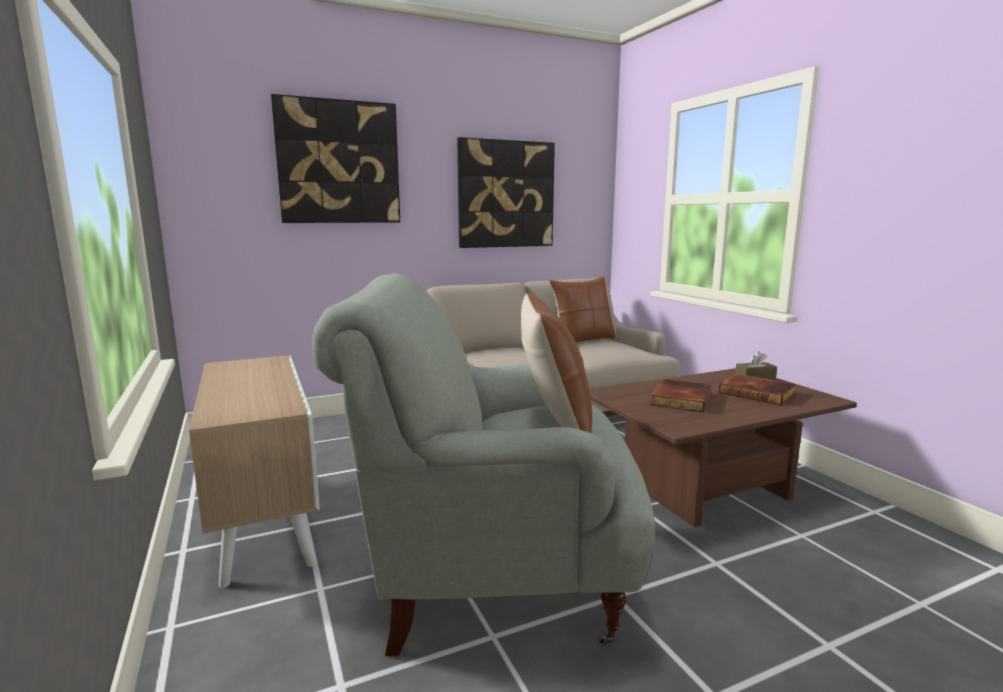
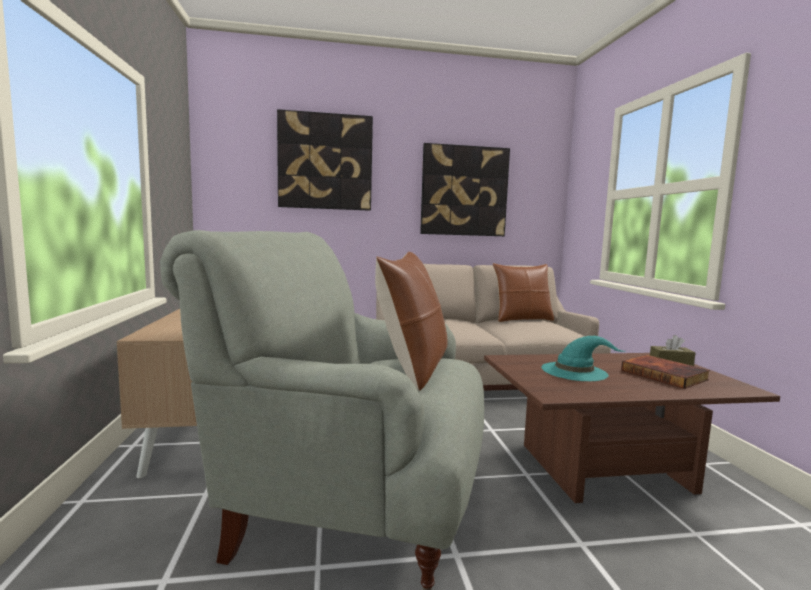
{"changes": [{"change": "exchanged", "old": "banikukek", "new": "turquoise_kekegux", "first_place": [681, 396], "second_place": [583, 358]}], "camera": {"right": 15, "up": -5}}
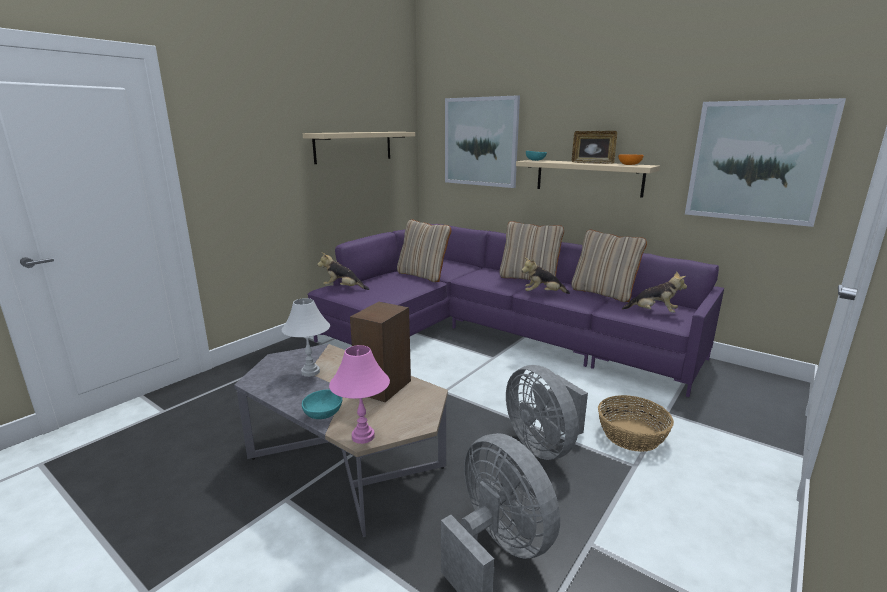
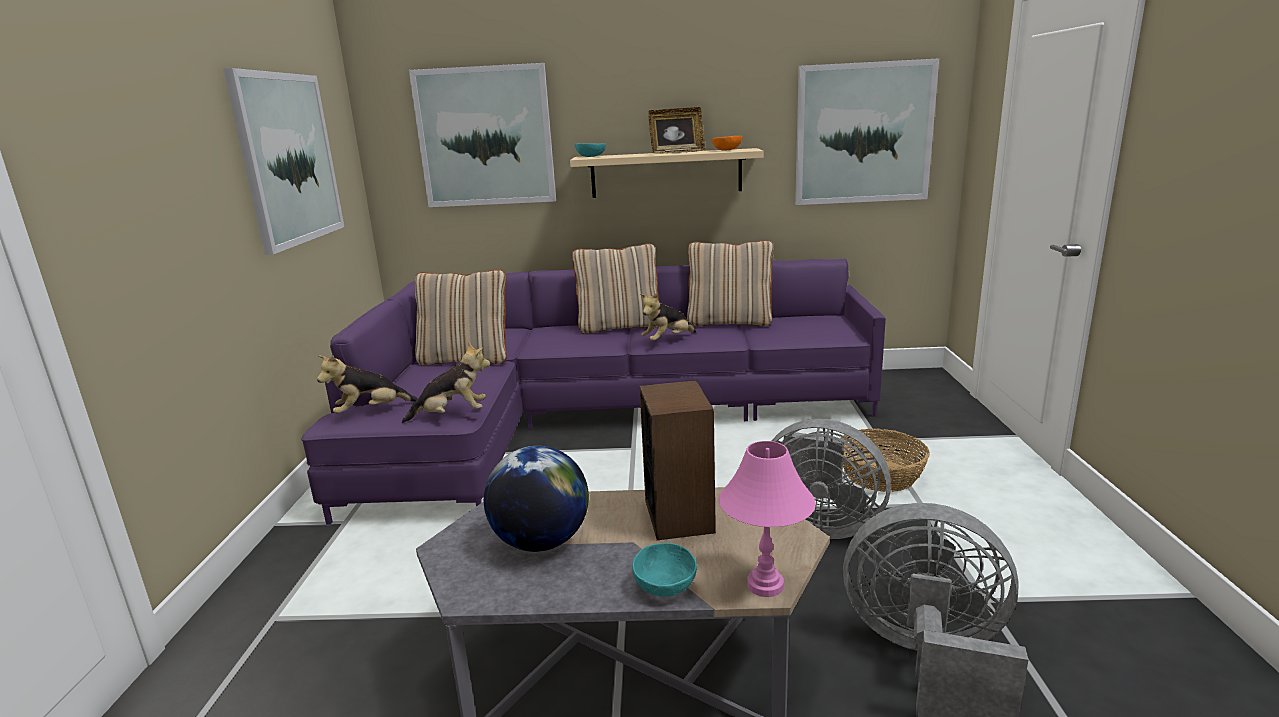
{"changes": [{"change": "relocated", "old": "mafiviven", "first_place": [654, 292], "second_place": [446, 382]}, {"change": "exchanged", "old": "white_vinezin", "new": "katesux", "first_place": [306, 337], "second_place": [536, 499]}, {"change": "exchanged", "old": "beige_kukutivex", "new": "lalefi", "first_place": [359, 148], "second_place": [283, 161]}], "camera": {"right": -35, "up": 0}}
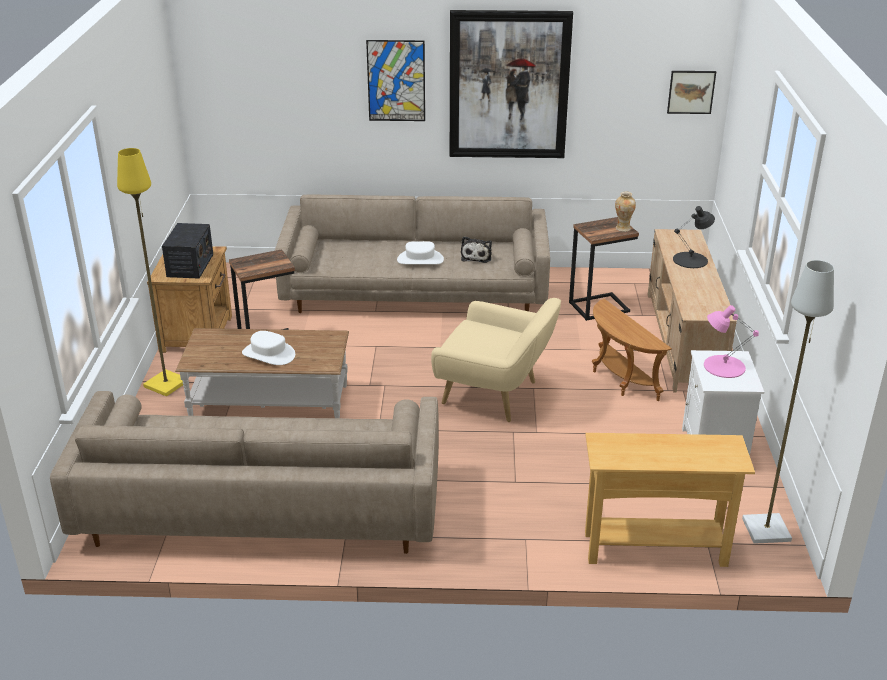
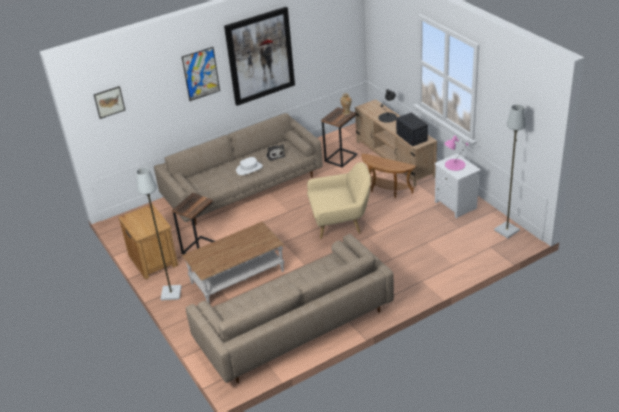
{"changes": [{"change": "missing", "old": "white_kekegux", "first_place": [268, 348]}, {"change": "missing", "old": "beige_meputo", "first_place": [670, 500]}, {"change": "relocated", "old": "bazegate", "first_place": [187, 251], "second_place": [412, 129]}, {"change": "relocated", "old": "lalefi", "first_place": [691, 92], "second_place": [109, 102]}, {"change": "colour", "old": "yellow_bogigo", "new": "grey_bogigo", "first_place": [153, 272], "second_place": [159, 234]}], "camera": {"right": -30, "up": 5}}
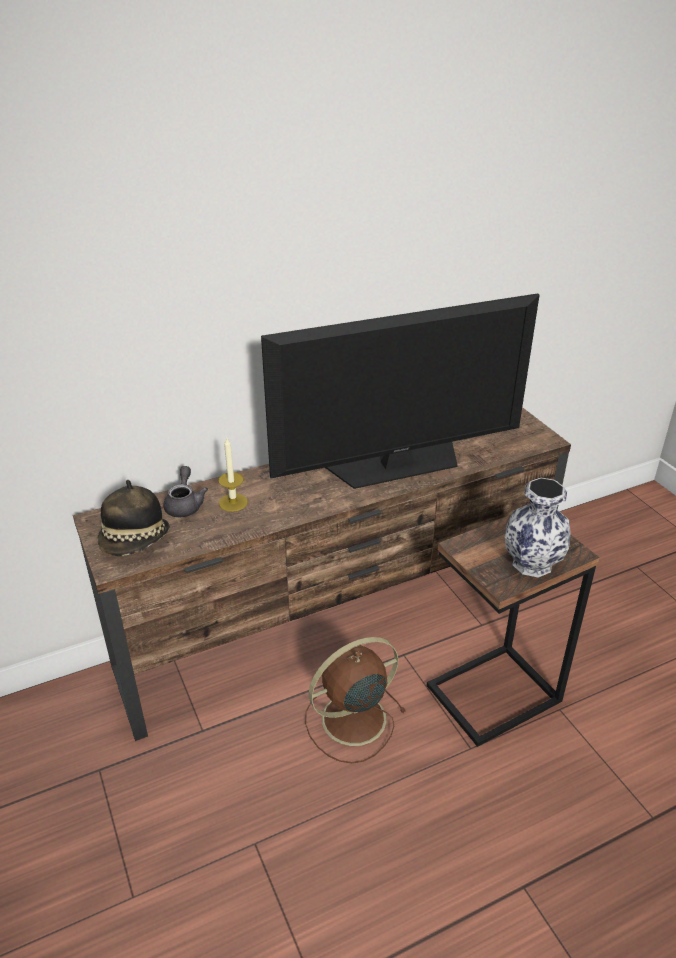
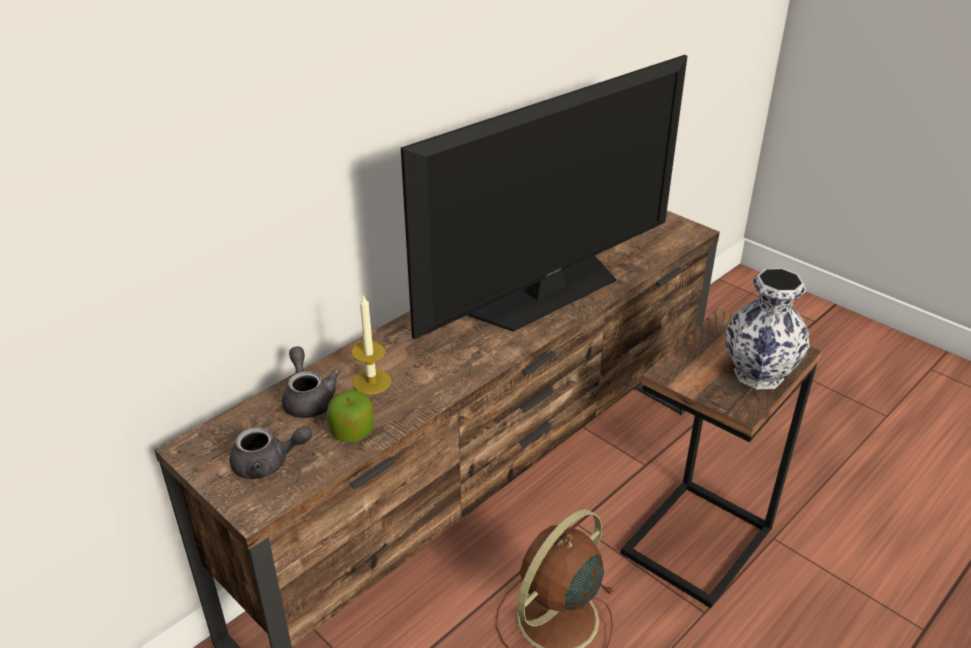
{"changes": [{"change": "appeared", "new": "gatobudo", "second_place": [350, 416]}, {"change": "exchanged", "old": "kekegux", "new": "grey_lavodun", "first_place": [133, 518], "second_place": [271, 452]}], "camera": {"right": -20, "up": 0}}
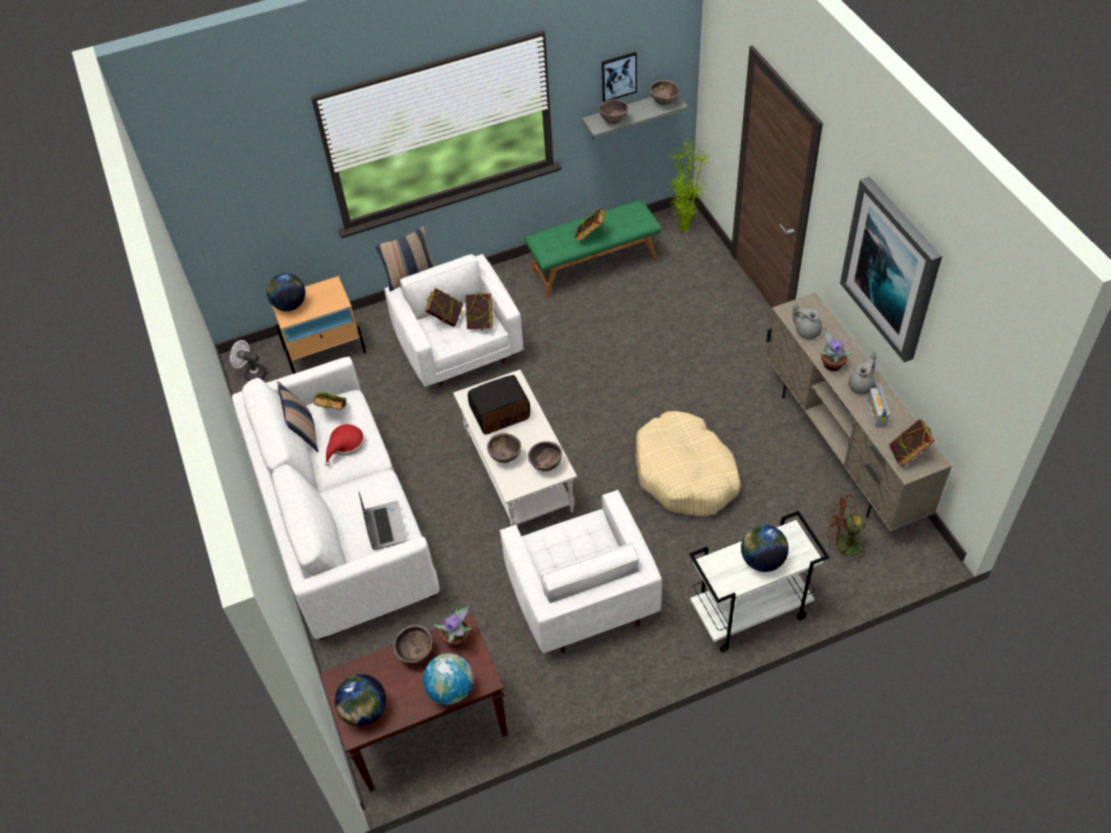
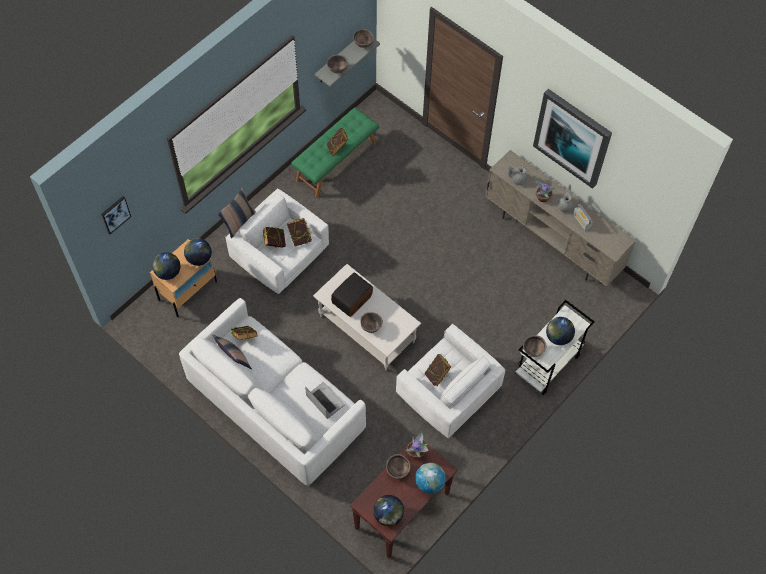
{"changes": [{"change": "missing", "old": "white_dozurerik", "first_place": [248, 360]}, {"change": "missing", "old": "red_kekegux", "first_place": [345, 445]}, {"change": "missing", "old": "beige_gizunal", "first_place": [688, 463]}, {"change": "missing", "old": "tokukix", "first_place": [689, 185]}, {"change": "missing", "old": "brown_dozurerik", "first_place": [848, 529]}, {"change": "appeared", "new": "katesux", "second_place": [198, 252]}, {"change": "relocated", "old": "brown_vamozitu", "first_place": [545, 456], "second_place": [534, 346]}, {"change": "relocated", "old": "lalefi", "first_place": [619, 77], "second_place": [116, 215]}, {"change": "relocated", "old": "banikukek", "first_place": [912, 442], "second_place": [437, 370]}], "camera": {"right": -30, "up": 10}}
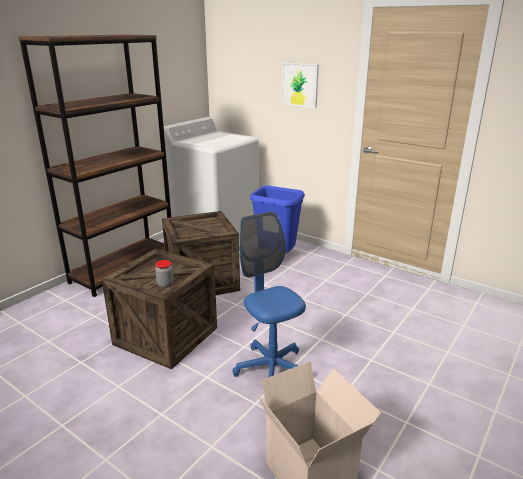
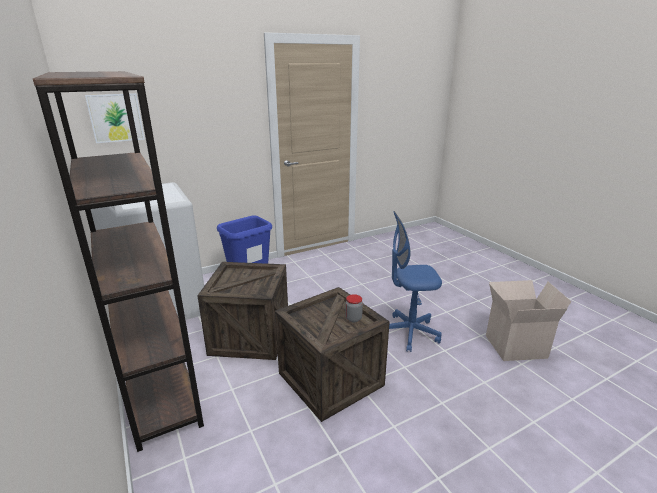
{"changes": [{"change": "relocated", "old": "lalefi", "first_place": [300, 85], "second_place": [115, 118]}], "camera": {"right": -65, "up": 0}}
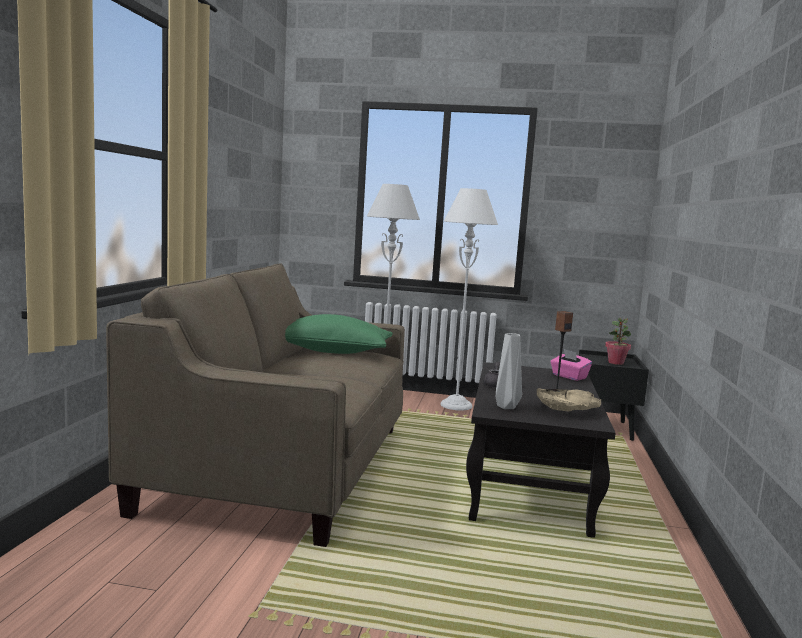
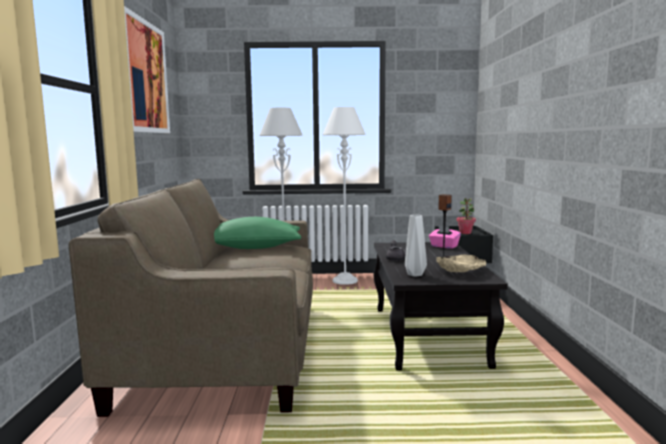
{"changes": [{"change": "appeared", "new": "lalefi", "second_place": [147, 69]}], "camera": {"right": -10, "up": 0}}
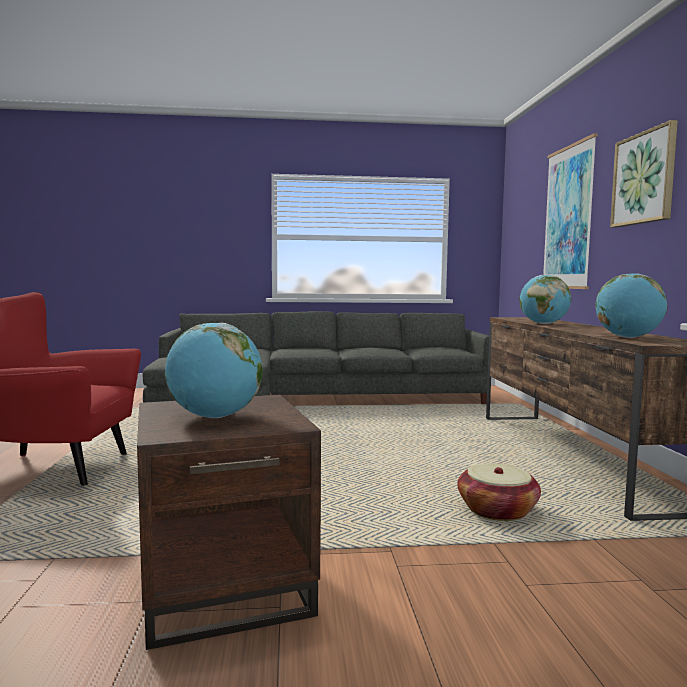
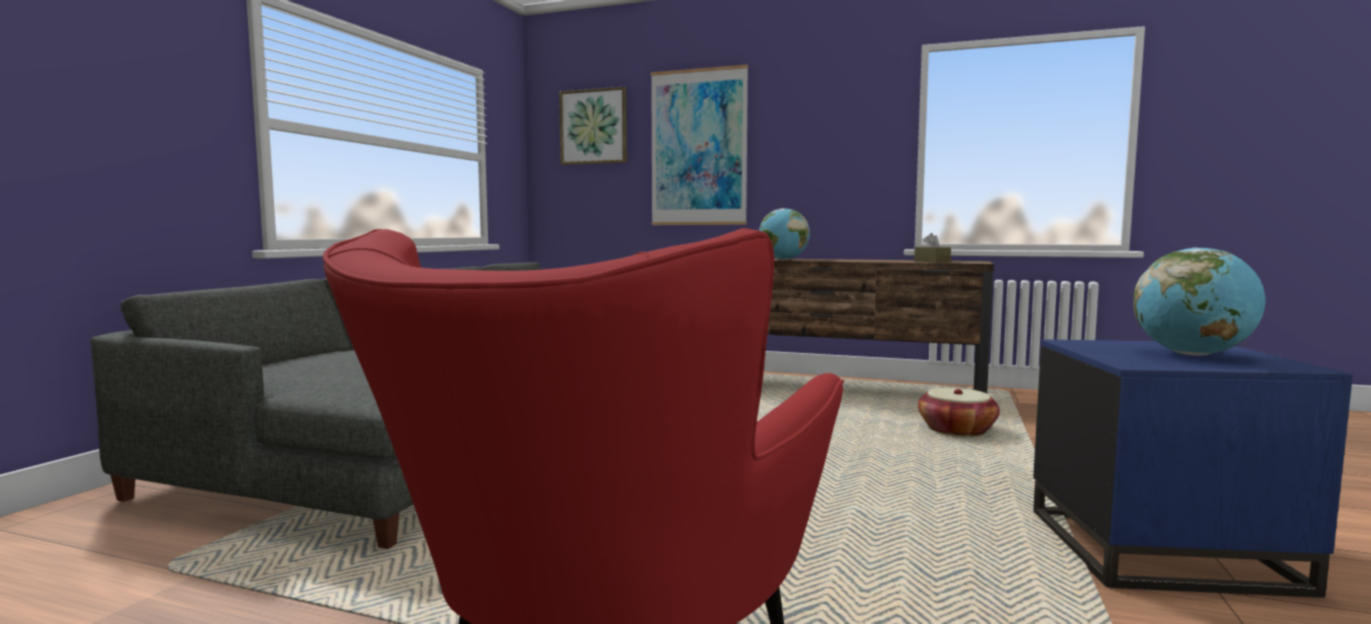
{"changes": [{"change": "relocated", "old": "lalefi", "first_place": [644, 174], "second_place": [593, 126]}, {"change": "exchanged", "old": "katesux", "new": "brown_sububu", "first_place": [631, 305], "second_place": [932, 248]}, {"change": "colour", "old": "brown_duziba", "new": "blue_duziba", "first_place": [229, 522], "second_place": [1193, 469]}], "camera": {"right": -65, "up": 0}}
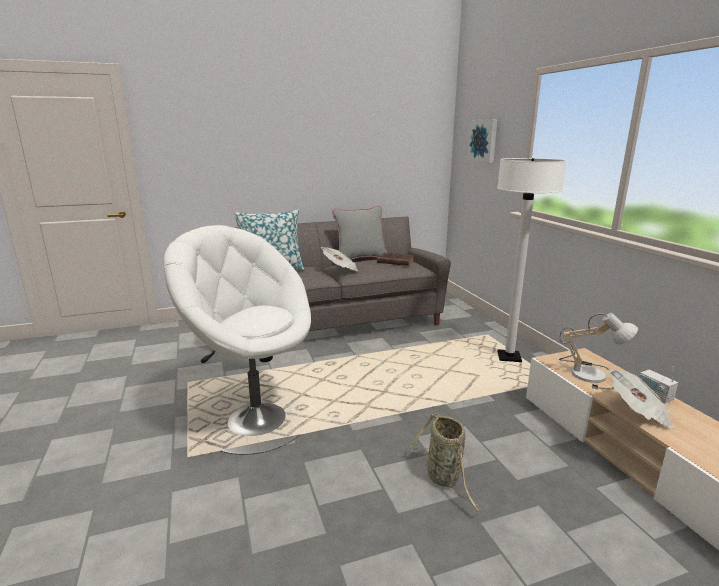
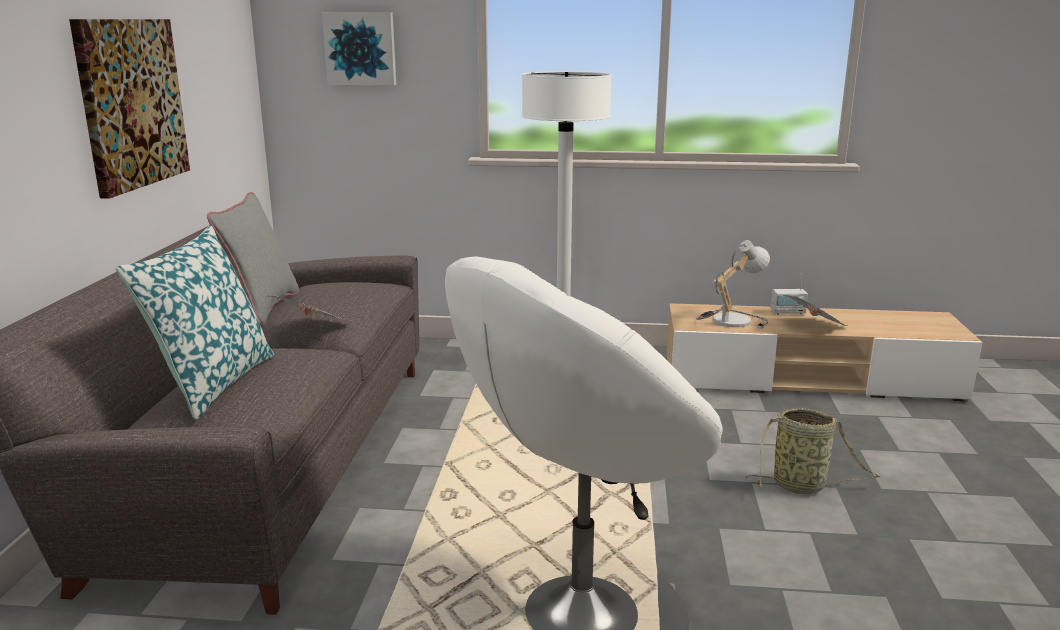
{"changes": [{"change": "missing", "old": "brown_banikukek", "first_place": [395, 259]}, {"change": "appeared", "new": "lalefi", "second_place": [129, 109]}], "camera": {"right": -65, "up": 0}}
